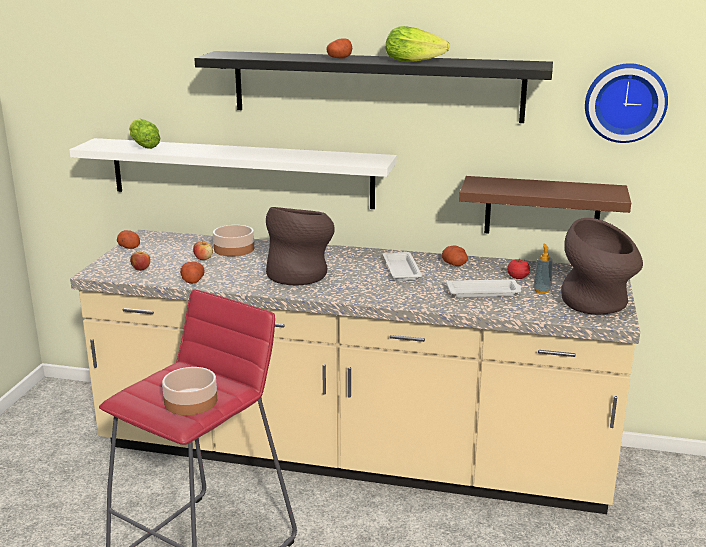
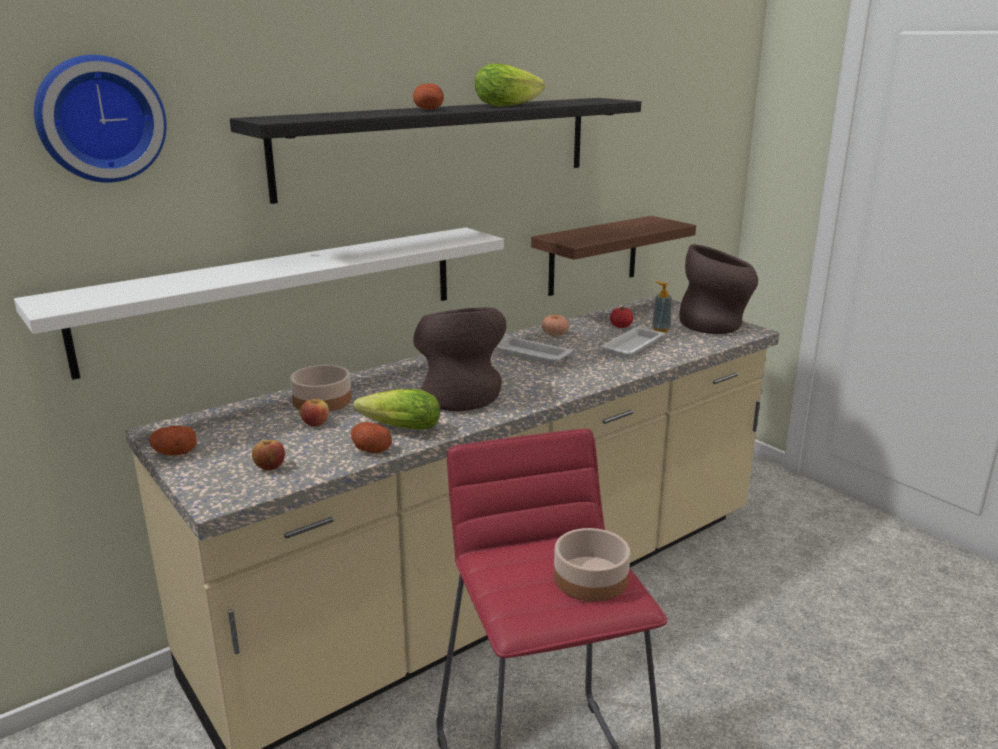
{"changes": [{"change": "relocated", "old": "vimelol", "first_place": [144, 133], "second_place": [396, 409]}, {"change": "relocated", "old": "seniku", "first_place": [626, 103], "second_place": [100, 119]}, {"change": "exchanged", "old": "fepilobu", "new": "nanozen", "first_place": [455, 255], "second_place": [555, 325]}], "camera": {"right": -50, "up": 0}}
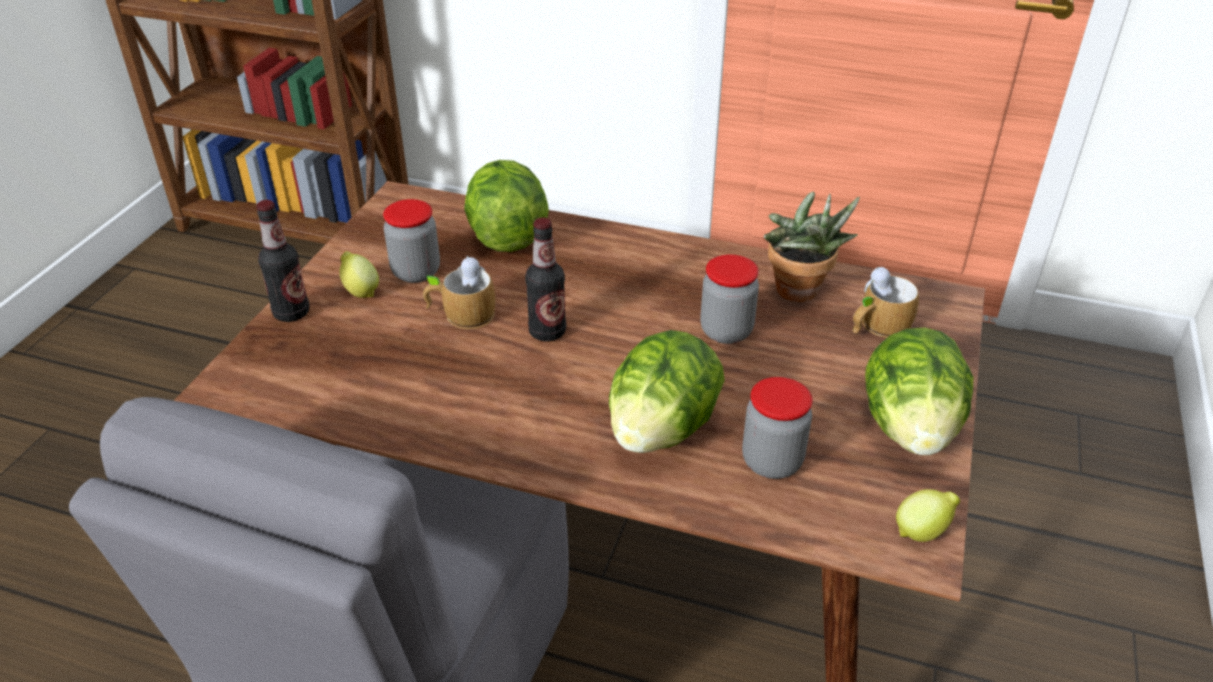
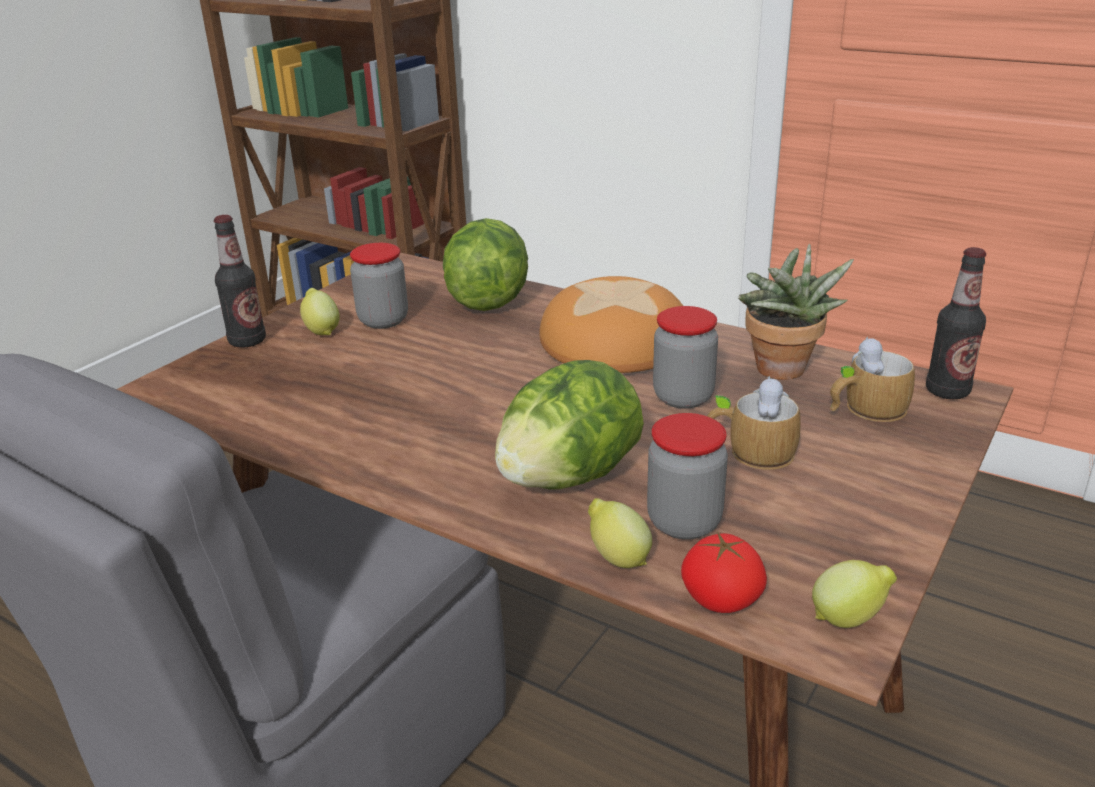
{"changes": [{"change": "missing", "old": "vimelol", "first_place": [919, 391]}, {"change": "appeared", "new": "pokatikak", "second_place": [611, 324]}, {"change": "appeared", "new": "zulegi", "second_place": [620, 533]}, {"change": "appeared", "new": "nanozen", "second_place": [724, 572]}, {"change": "relocated", "old": "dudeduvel", "first_place": [459, 292], "second_place": [754, 423]}, {"change": "relocated", "old": "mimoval", "first_place": [545, 279], "second_place": [956, 323]}], "camera": {"right": 15, "up": -10}}
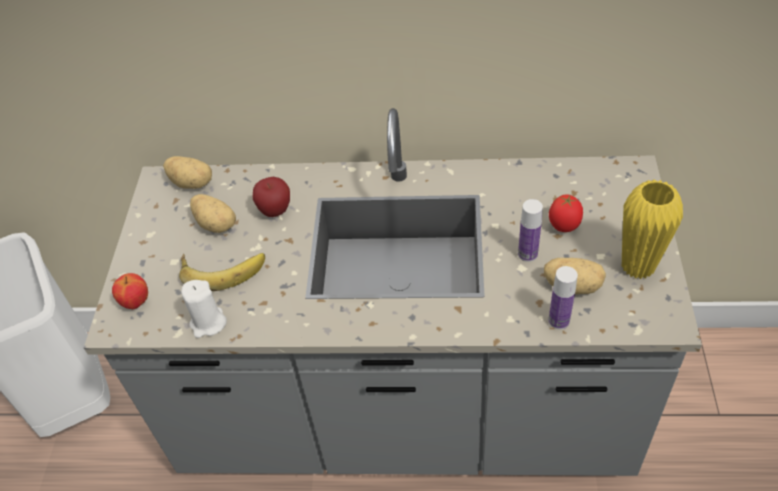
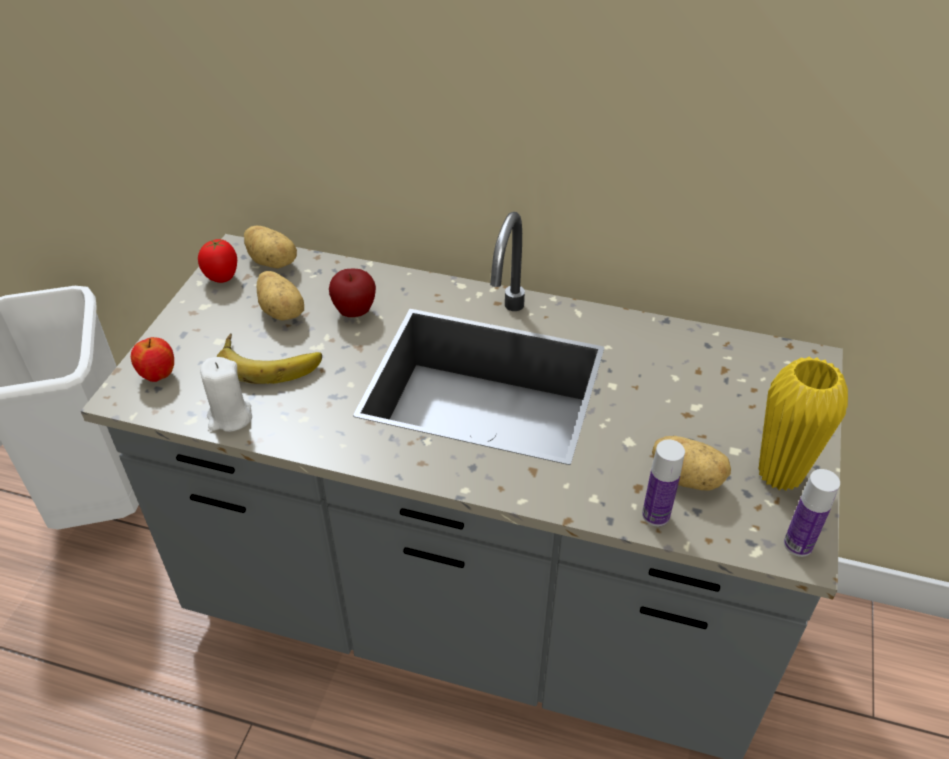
{"changes": [{"change": "relocated", "old": "mimoval", "first_place": [530, 230], "second_place": [812, 513]}, {"change": "relocated", "old": "nanozen", "first_place": [566, 213], "second_place": [217, 261]}], "camera": {"right": 10, "up": -5}}
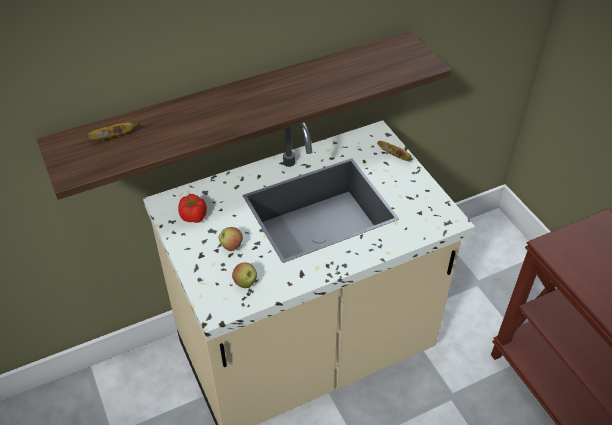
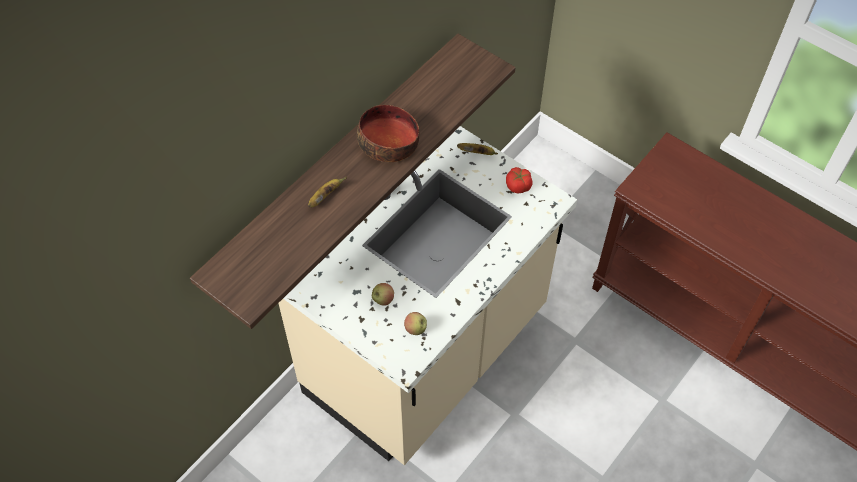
{"changes": [{"change": "appeared", "new": "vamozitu", "second_place": [388, 133]}, {"change": "relocated", "old": "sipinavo", "first_place": [113, 131], "second_place": [327, 192]}, {"change": "relocated", "old": "nanozen", "first_place": [192, 208], "second_place": [519, 180]}], "camera": {"right": -25, "up": 10}}
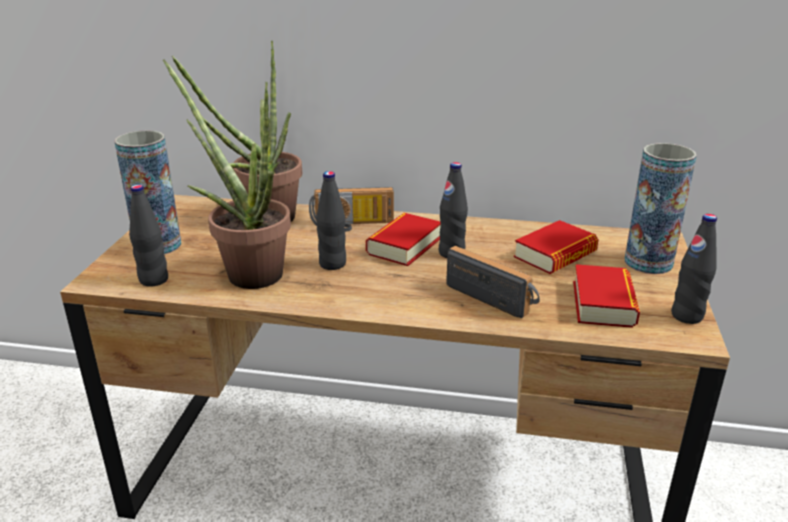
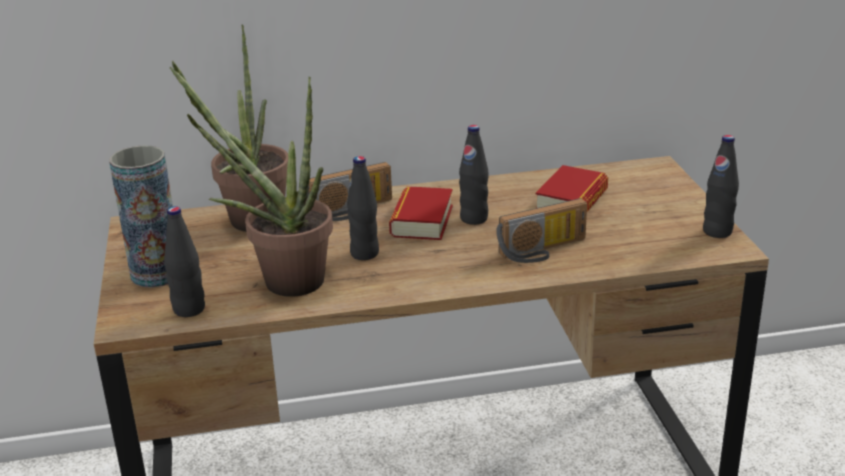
{"changes": [{"change": "missing", "old": "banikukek", "first_place": [606, 296]}, {"change": "missing", "old": "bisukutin", "first_place": [661, 208]}, {"change": "spun", "old": "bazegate", "first_place": [493, 282], "second_place": [541, 230], "degrees": 135}], "camera": {"right": -20, "up": 0}}
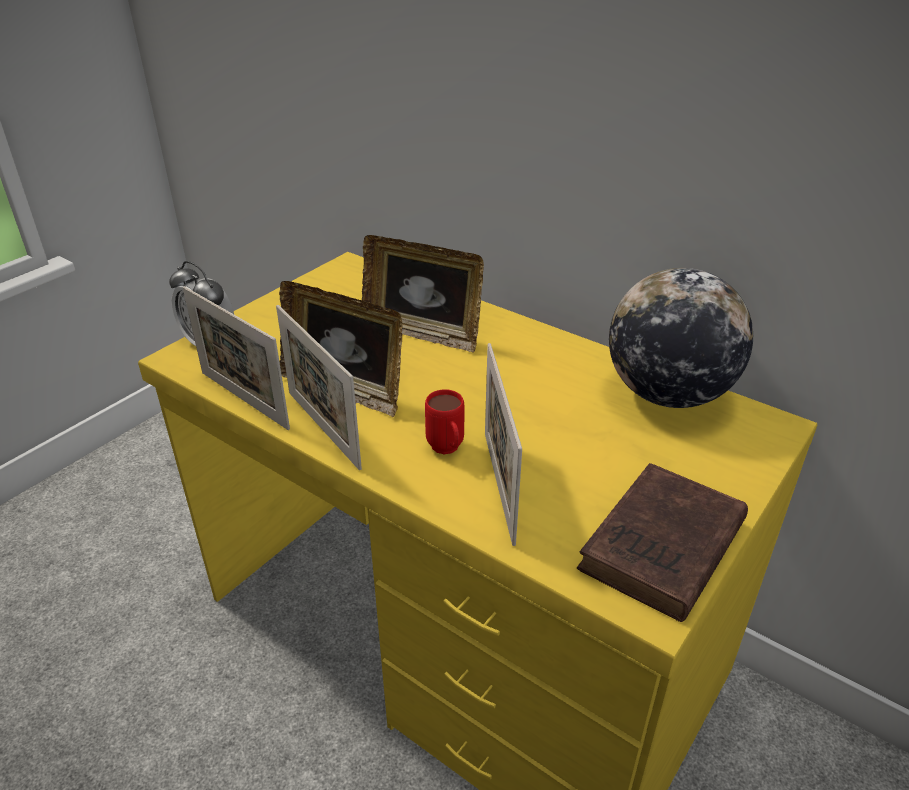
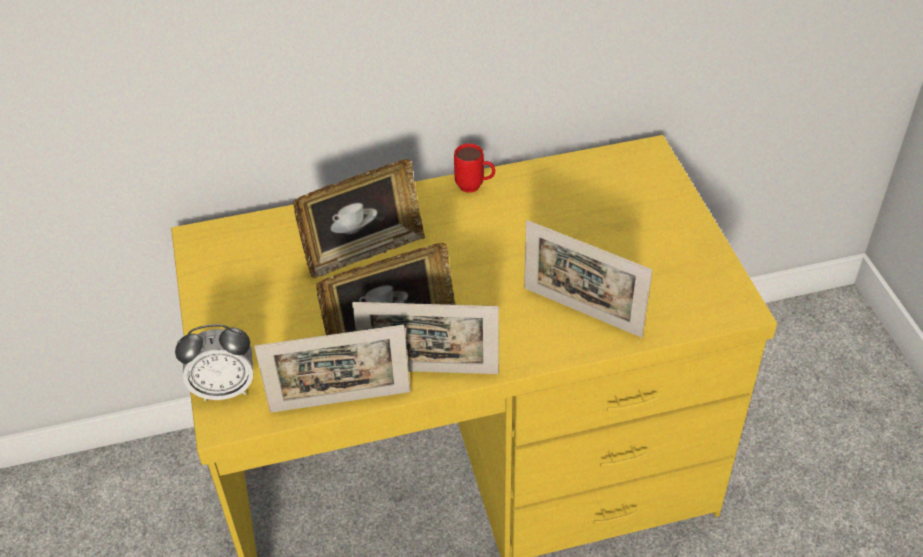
{"changes": [{"change": "missing", "old": "brown_banikukek", "first_place": [662, 542]}, {"change": "missing", "old": "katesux", "first_place": [681, 338]}, {"change": "relocated", "old": "red_dudeduvel", "first_place": [444, 421], "second_place": [474, 168]}], "camera": {"right": -50, "up": 10}}
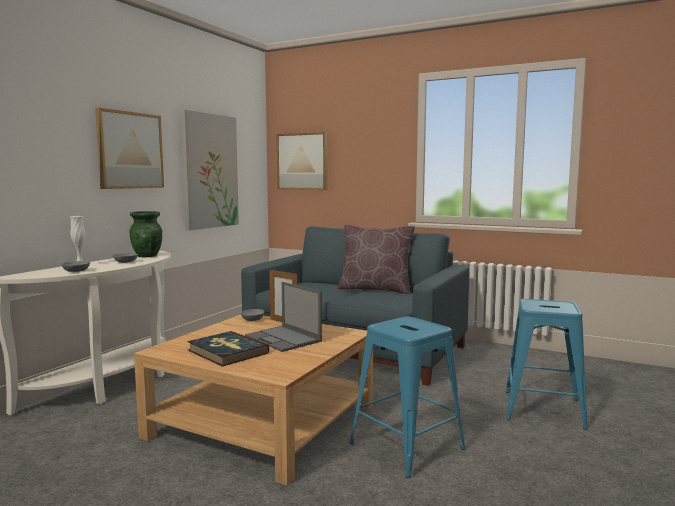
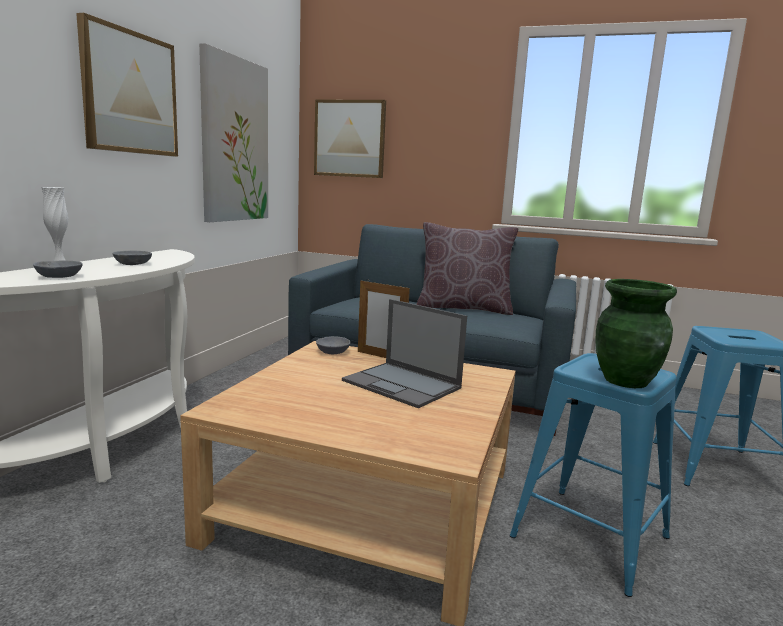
{"changes": [{"change": "missing", "old": "banikukek", "first_place": [228, 349]}, {"change": "relocated", "old": "green_bisukutin", "first_place": [145, 234], "second_place": [636, 333]}], "camera": {"right": -10, "up": 5}}
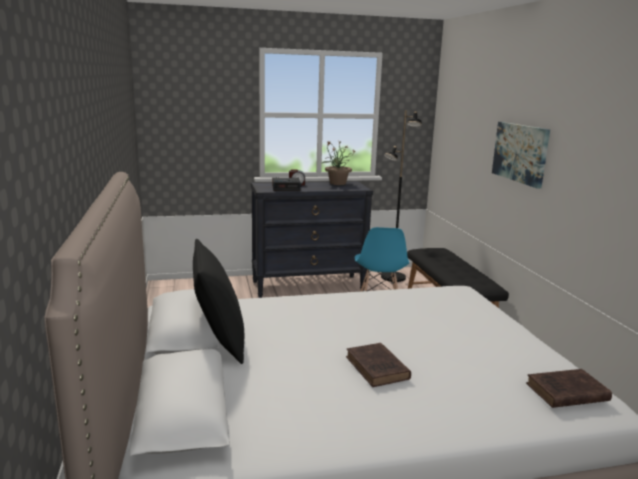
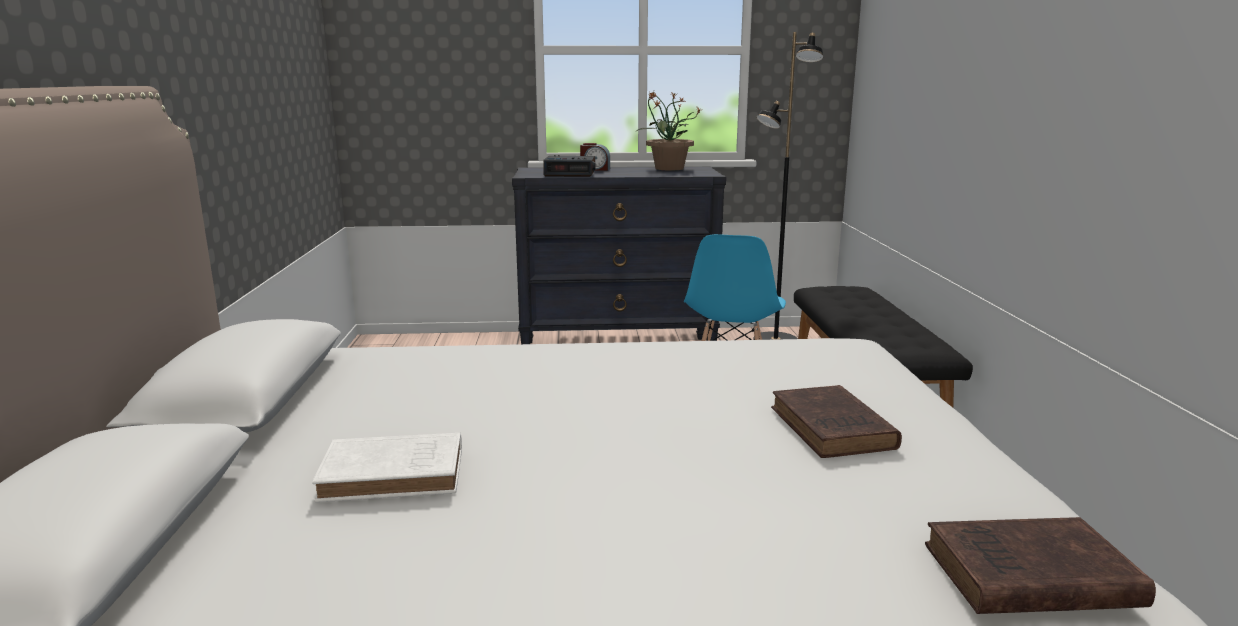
{"changes": [{"change": "missing", "old": "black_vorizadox", "first_place": [218, 301]}, {"change": "missing", "old": "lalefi", "first_place": [521, 155]}, {"change": "appeared", "new": "white_banikukek", "second_place": [387, 467]}, {"change": "relocated", "old": "brown_banikukek", "first_place": [378, 365], "second_place": [836, 421]}], "camera": {"right": 10, "up": 0}}
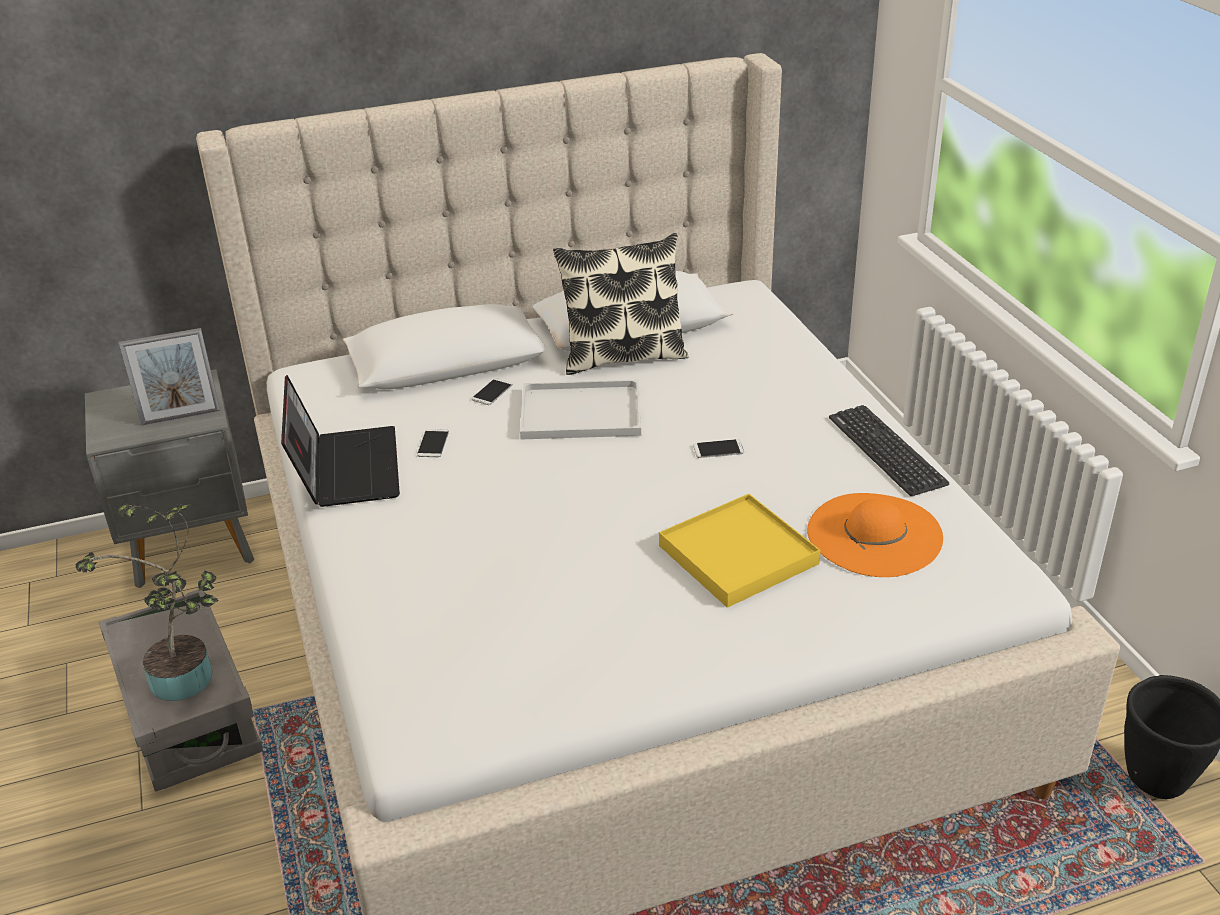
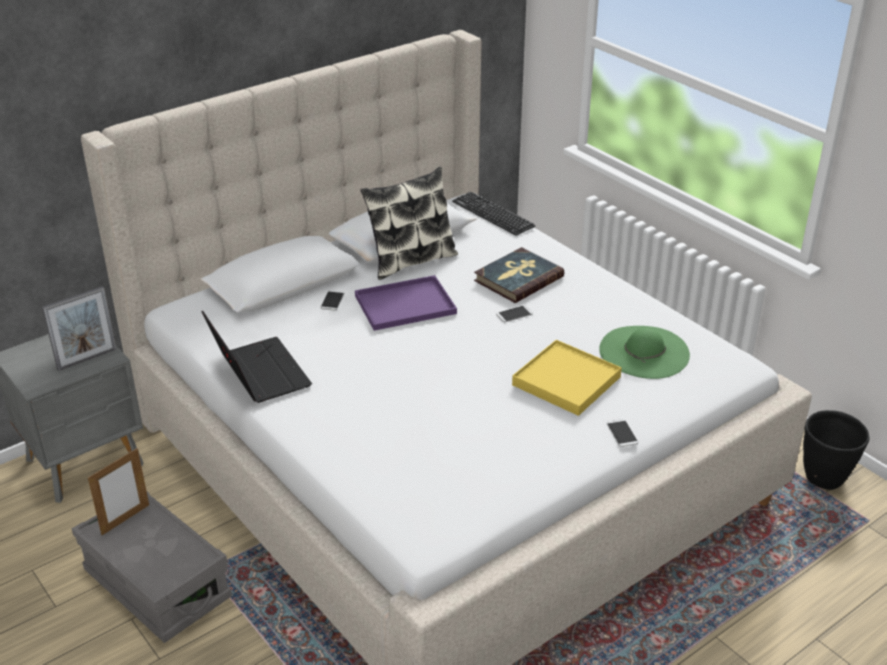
{"changes": [{"change": "missing", "old": "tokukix", "first_place": [146, 601]}, {"change": "appeared", "new": "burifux", "second_place": [118, 491]}, {"change": "appeared", "new": "banikukek", "second_place": [519, 275]}, {"change": "relocated", "old": "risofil", "first_place": [433, 443], "second_place": [622, 433]}, {"change": "relocated", "old": "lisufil", "first_place": [889, 450], "second_place": [493, 214]}, {"change": "colour", "old": "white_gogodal", "new": "purple_gogodal", "first_place": [580, 409], "second_place": [406, 303]}, {"change": "colour", "old": "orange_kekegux", "new": "green_kekegux", "first_place": [875, 535], "second_place": [644, 352]}], "camera": {"right": -20, "up": 0}}
